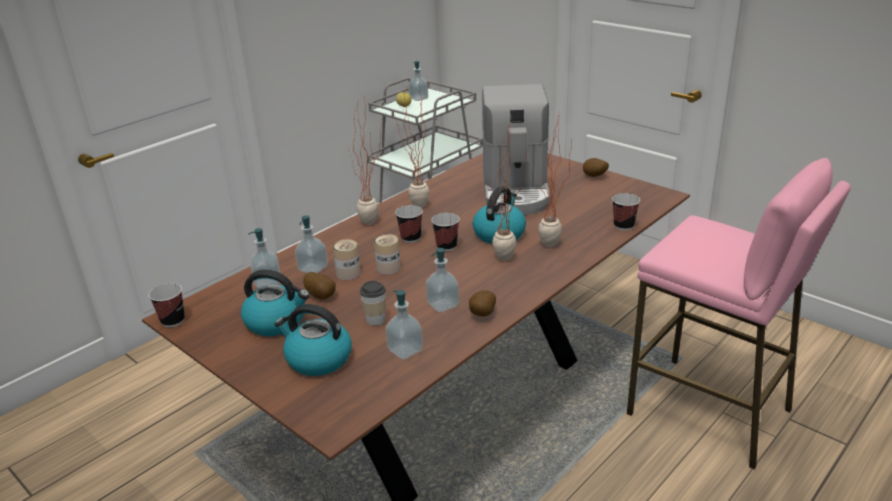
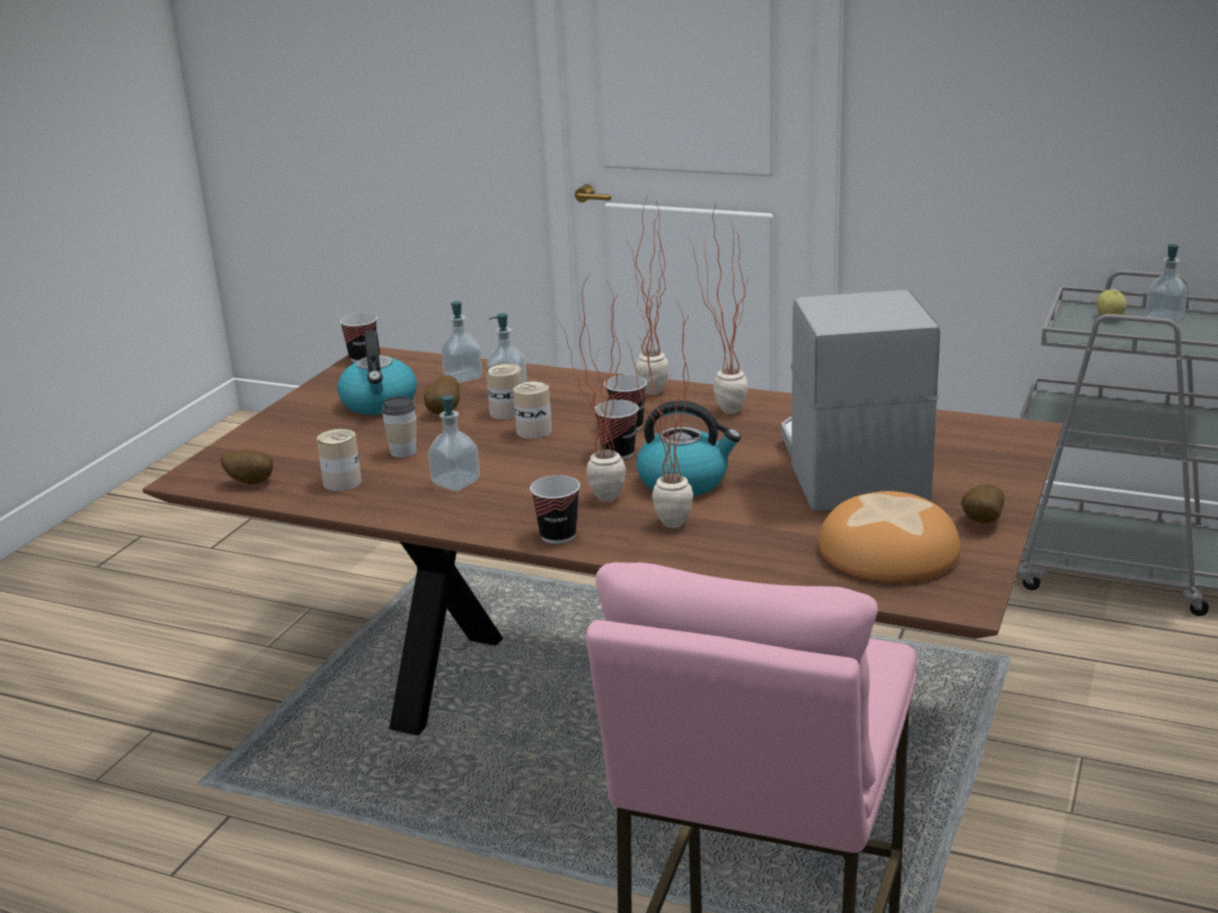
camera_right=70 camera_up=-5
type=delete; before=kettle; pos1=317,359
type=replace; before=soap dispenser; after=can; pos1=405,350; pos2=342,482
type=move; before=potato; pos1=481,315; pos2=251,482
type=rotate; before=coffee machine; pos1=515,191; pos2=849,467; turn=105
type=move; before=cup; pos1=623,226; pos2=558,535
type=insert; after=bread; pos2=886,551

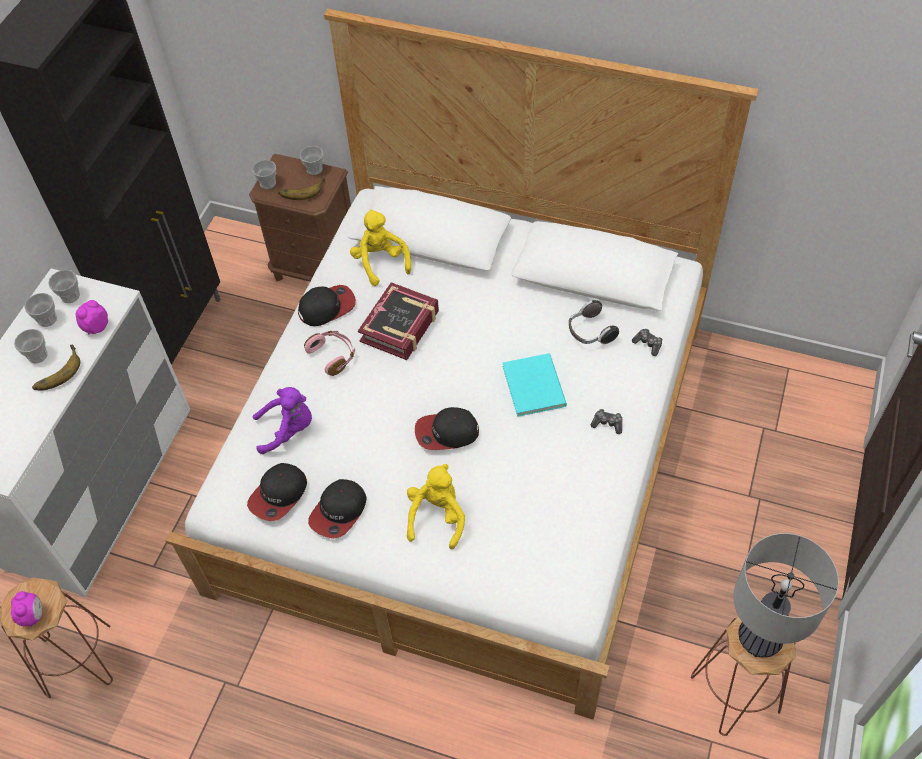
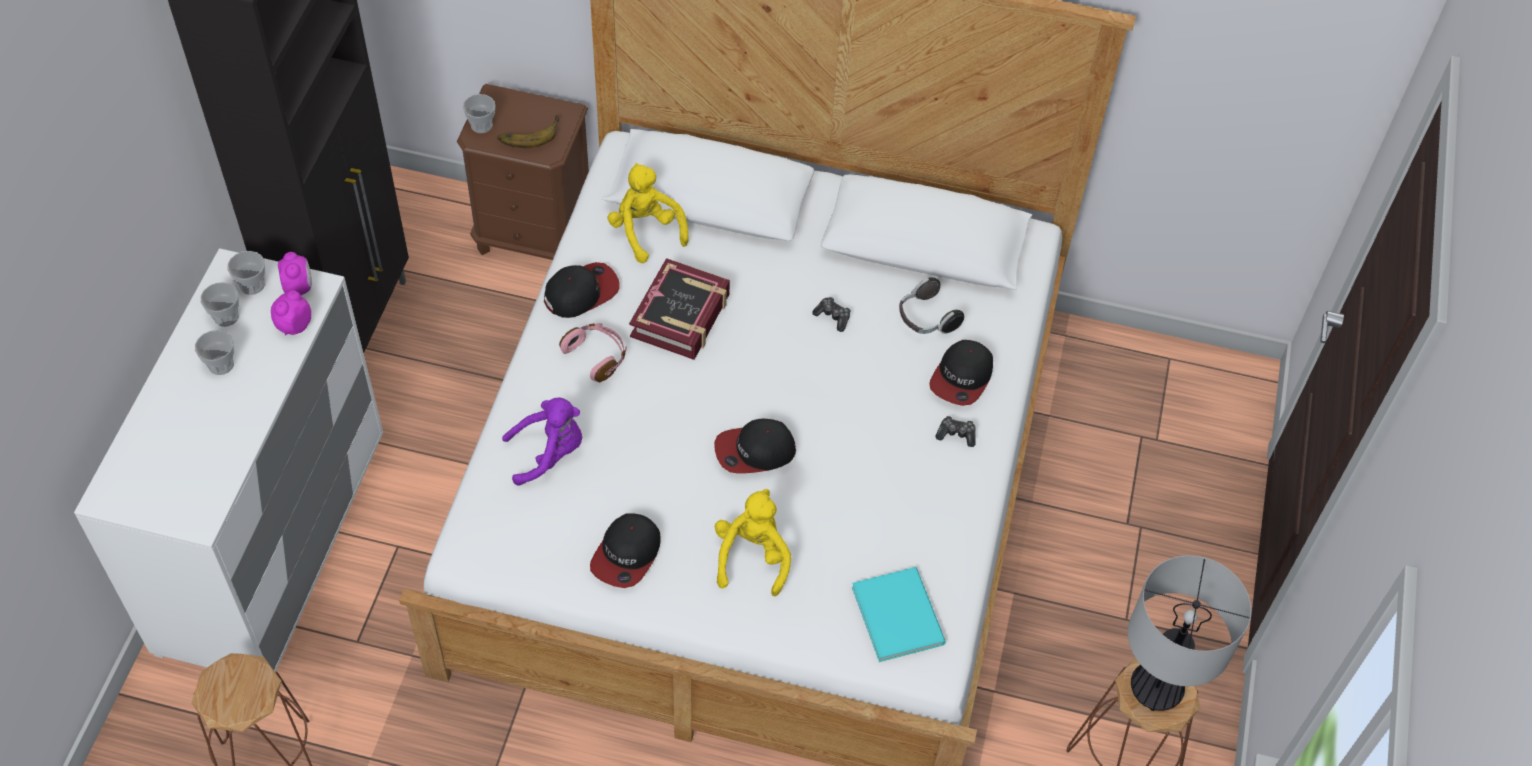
camera_right=-10 camera_up=0
type=move; before=alarm clock; pos1=33,615; pos2=299,288
type=delete; before=banana; pos1=56,371
type=move; before=cap; pos1=278,495; pos2=962,377
type=delete; before=cup; pos1=314,169
type=move; before=turquoise book; pos1=535,384; pos2=899,612
type=move; before=game controller; pos1=648,344; pos2=833,317

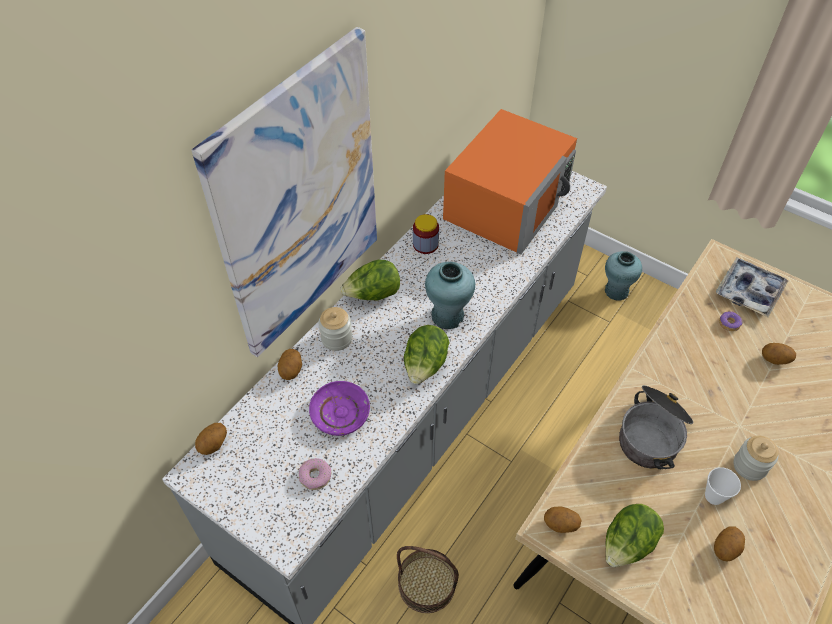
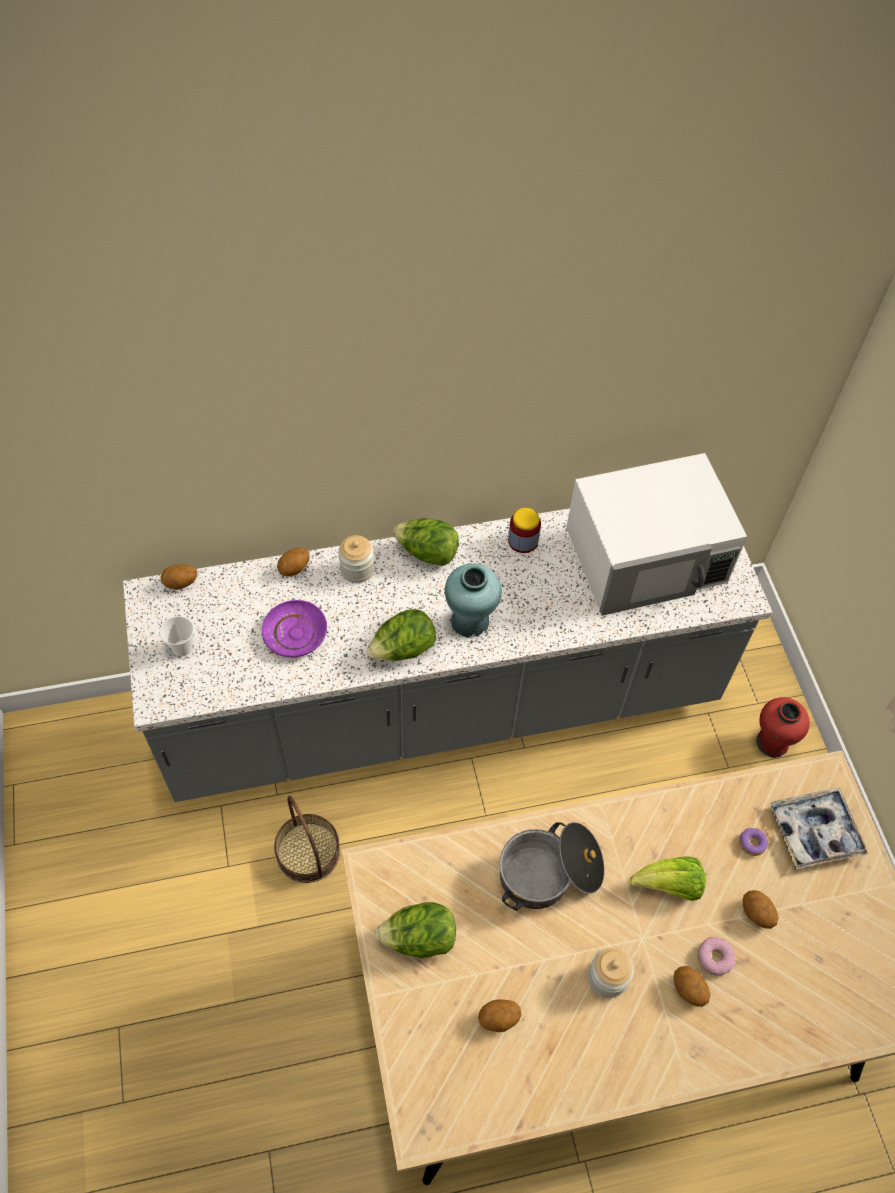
camera_right=40 camera_up=5
type=delete; before=picture; pos1=299,201
type=move; before=donut; pos1=315,476; pos2=715,958
type=recolor; before=orange microwave; after=white microwave; pos1=507,202; pos2=647,556
type=move; before=potato; pos1=560,525; pos2=688,990
type=recolor; before=turquoise vase; after=red vase; pos1=616,291; pos2=771,743
type=move; before=cup; pos1=714,496; pos2=182,648
type=insert; after=lettuce; pos2=669,885

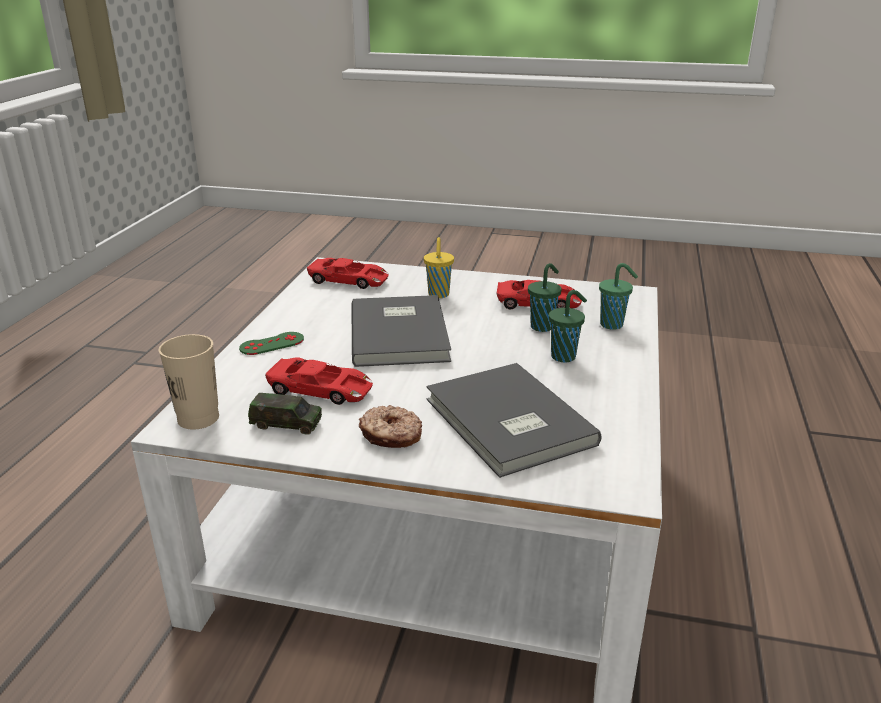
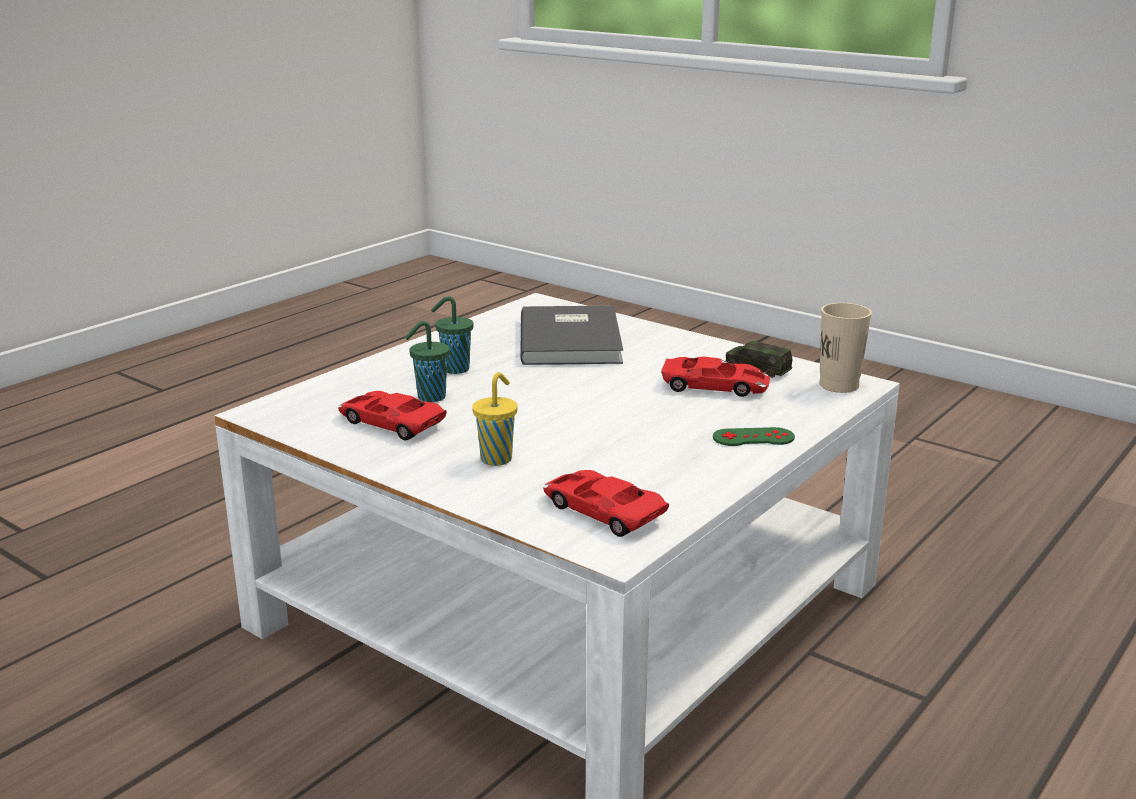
camera_right=-155 camera_up=-5
type=rotate; before=red toy car; pos1=321,390; pos2=715,386; turn=150
type=delete; before=grey book; pos1=402,333
type=delete; before=donut; pos1=391,436
type=delete; before=green cup; pos1=613,325

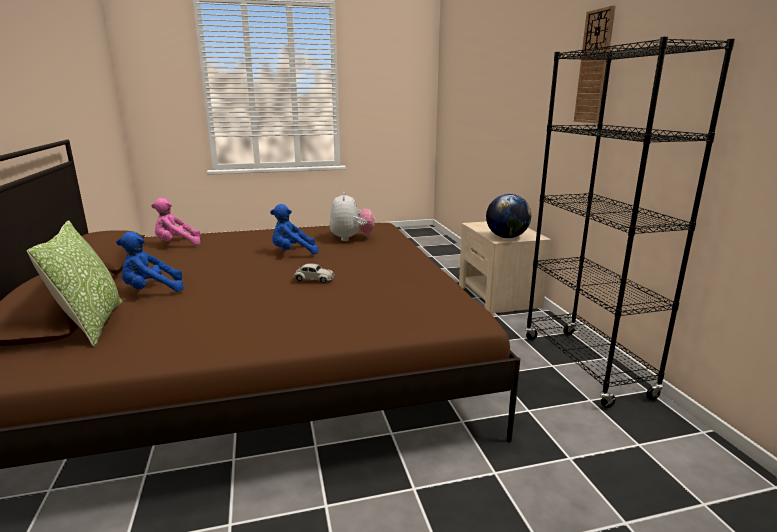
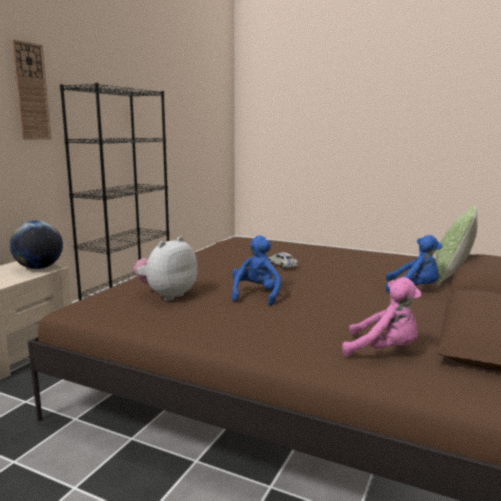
camera_right=-140 camera_up=-5
type=rotate; before=blue plush toy; pos1=293,253; pos2=256,295; turn=-105

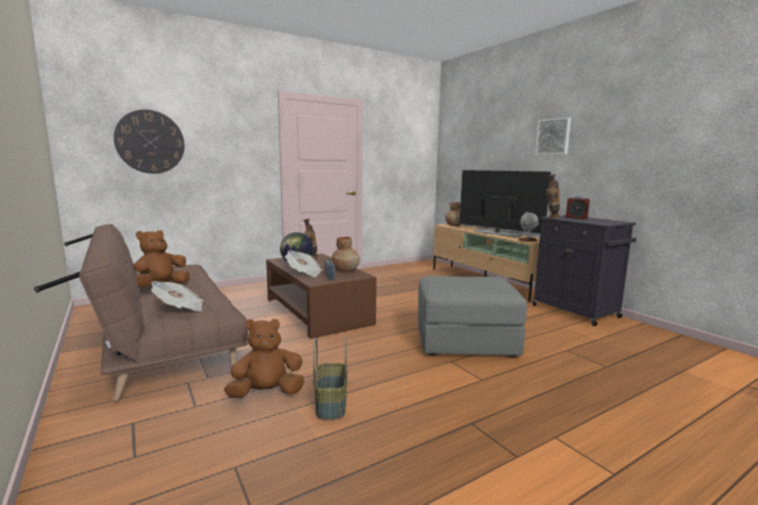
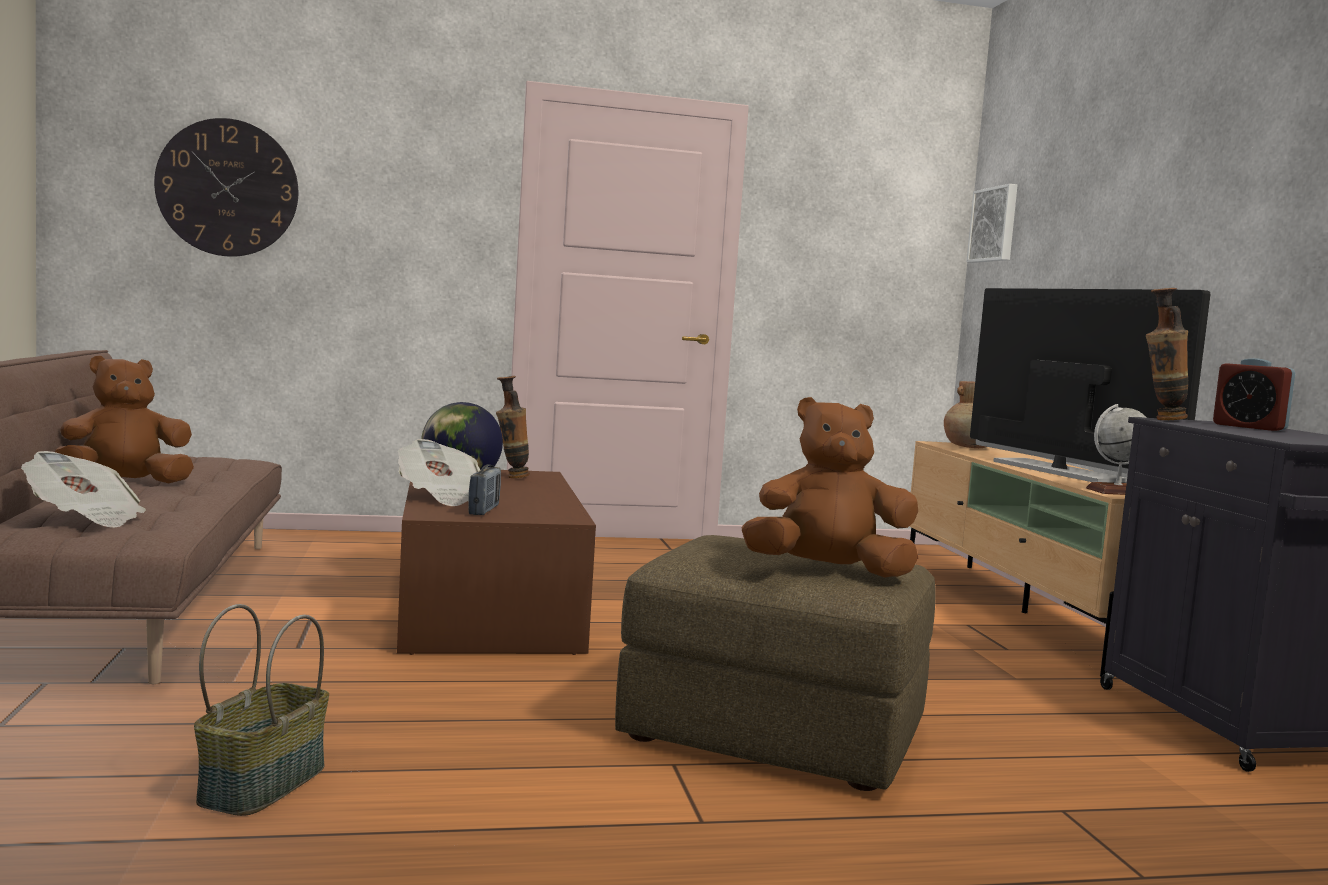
camera_right=20 camera_up=-5
type=move; before=brown plush toy; pos1=267,393; pos2=828,572
type=delete; before=brown vase; pos1=345,271
type=recolor; before=grey ottoman; after=brown ottoman; pos1=466,342; pos2=776,732
type=move; before=picture; pos1=553,137; pos2=995,225

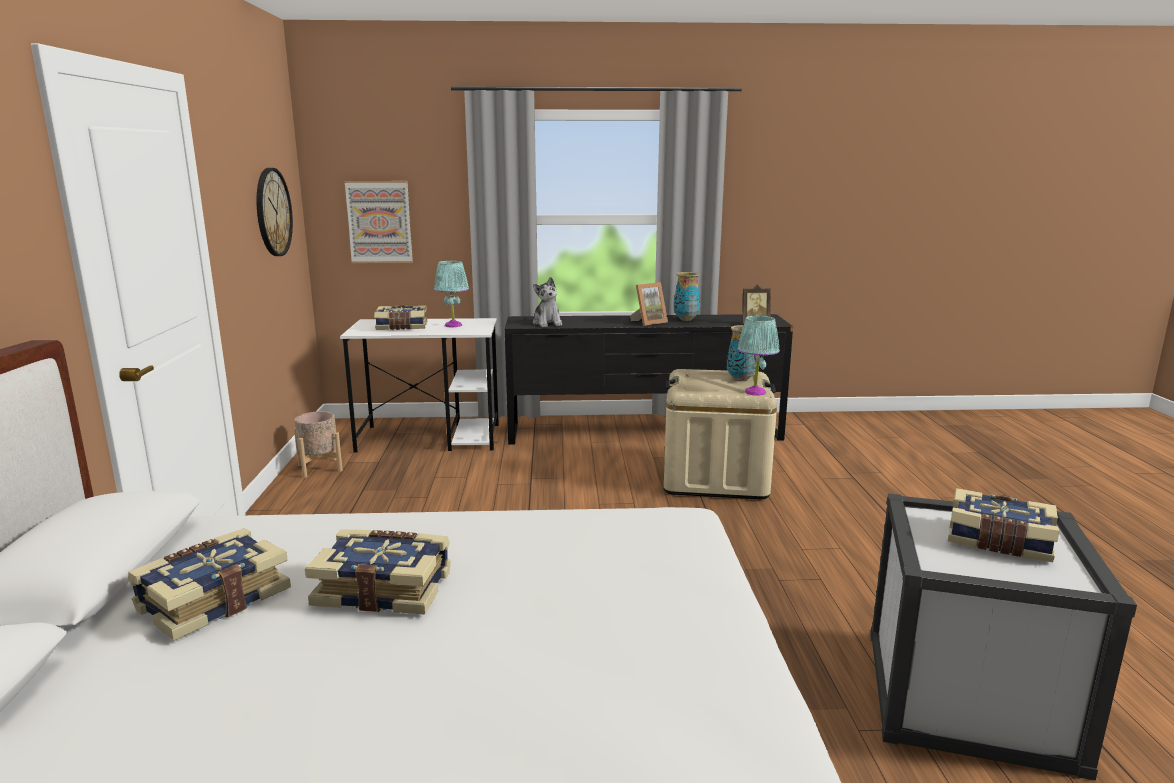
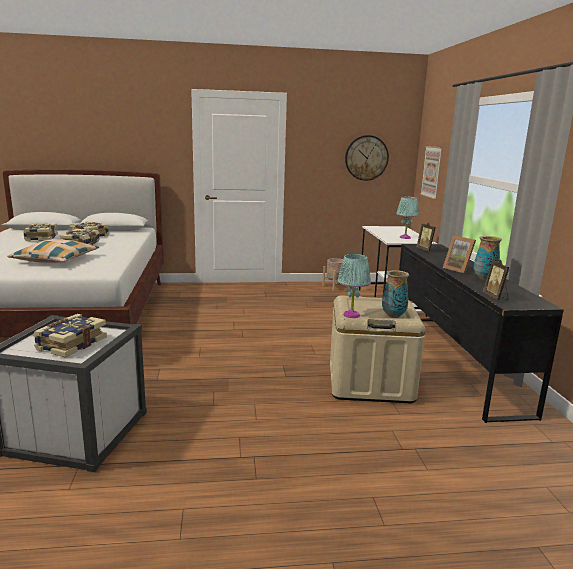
camera_right=85 camera_up=0
type=move; before=book; pos1=401,327; pos2=40,238
type=replace; before=plush toy; after=picture frame; pos1=547,323; pos2=426,250
type=insert; after=pillow; pos2=56,260

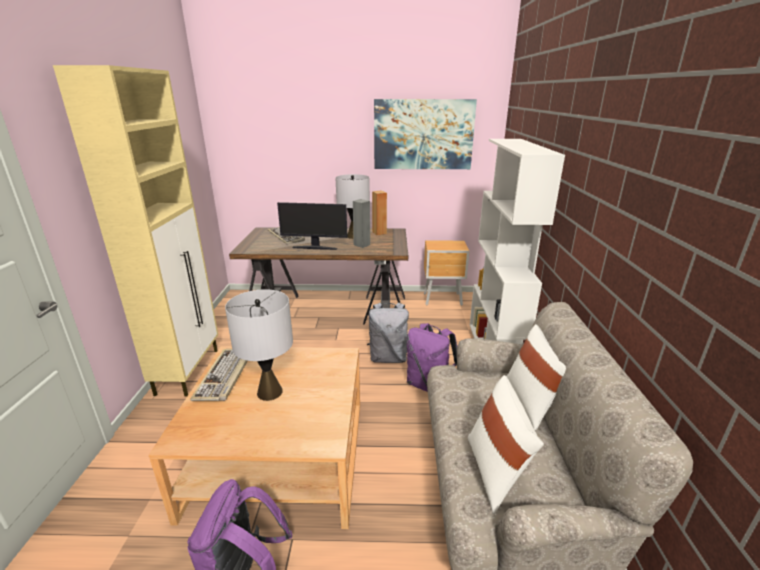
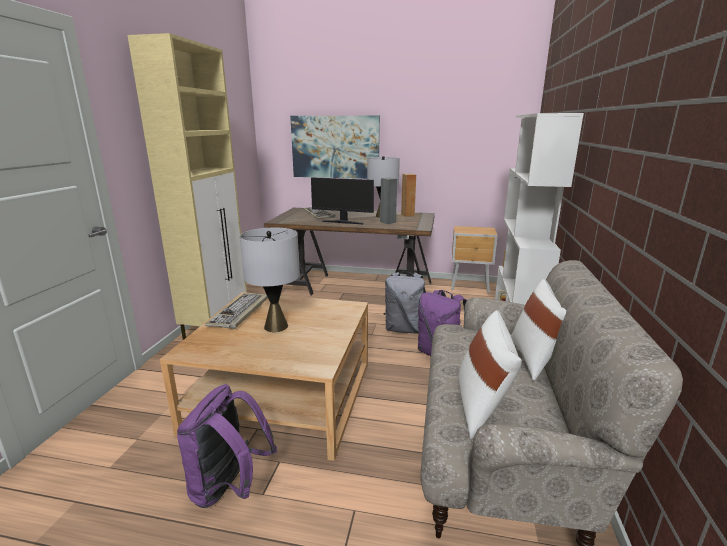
camera_right=10 camera_up=-5
type=move; before=picture; pos1=423,134; pos2=335,147

